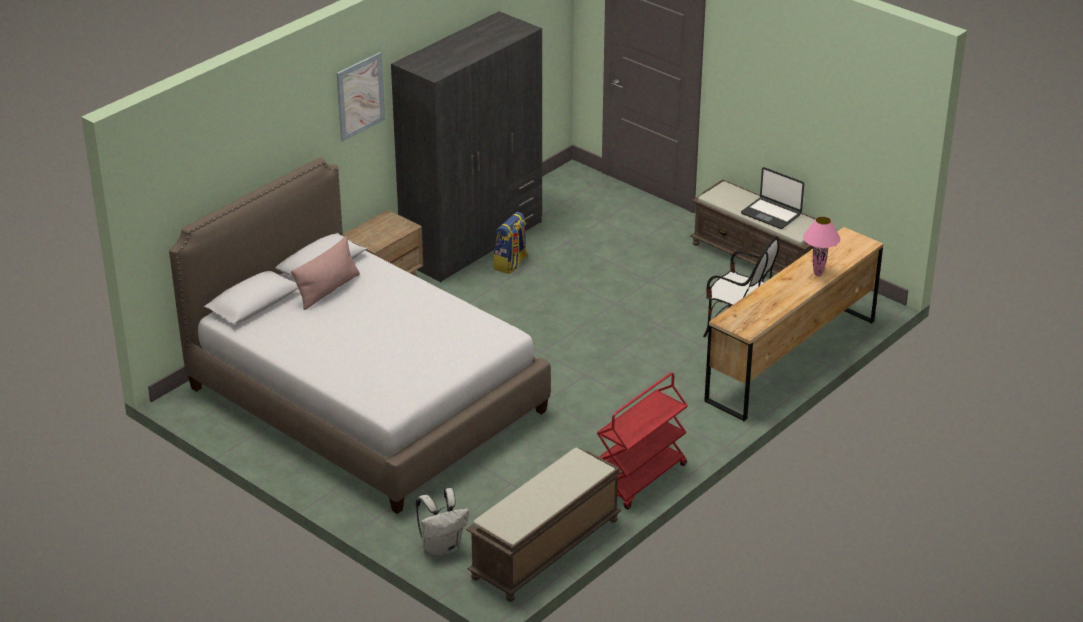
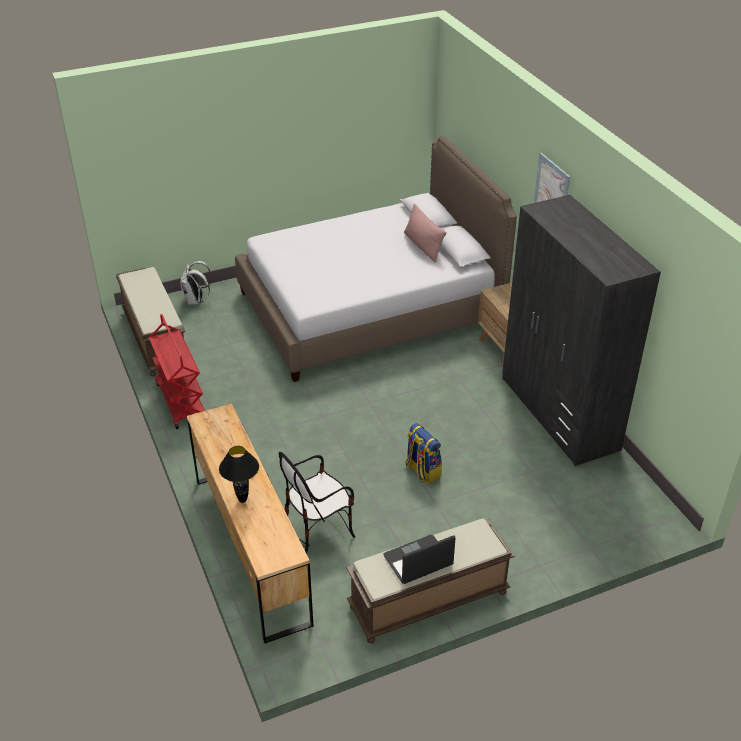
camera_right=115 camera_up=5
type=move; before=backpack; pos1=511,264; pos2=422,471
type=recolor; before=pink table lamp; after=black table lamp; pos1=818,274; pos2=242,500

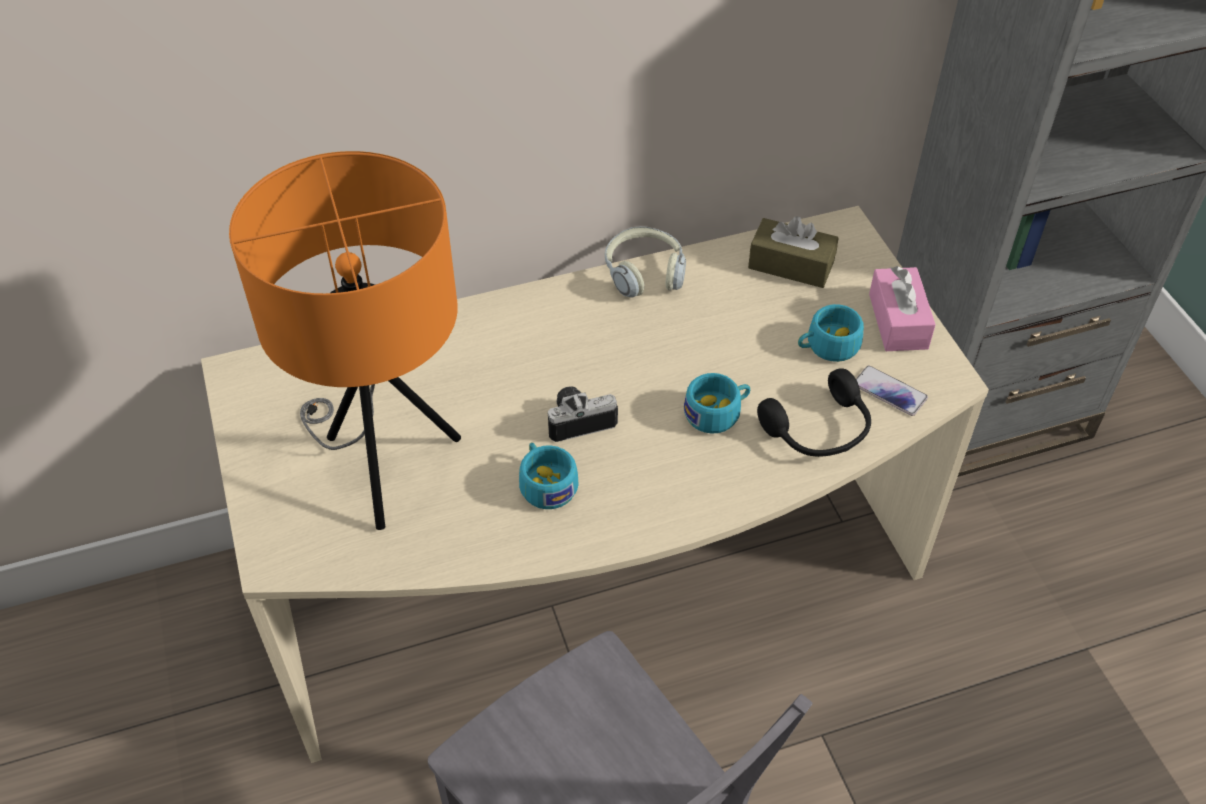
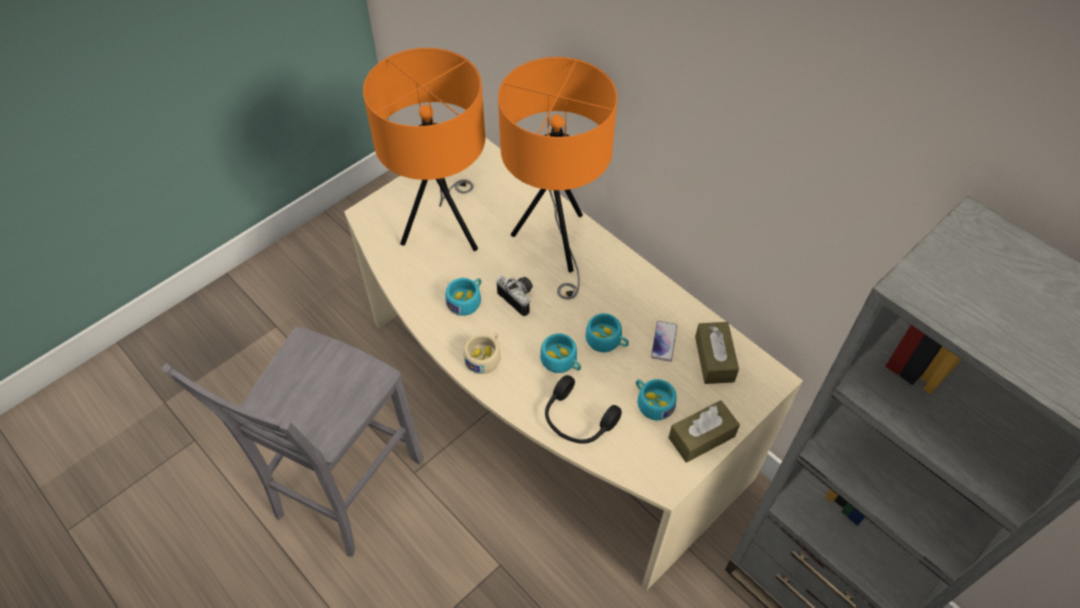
camera_right=65 camera_up=5
type=delete; before=headphones; pos1=644,272
type=move; before=phone; pos1=889,391; pos2=664,341
type=recolor; before=pink tissue box; after=brown tissue box; pos1=898,321; pos2=701,437
type=insert; after=beige cup; pos2=485,357
type=insert; after=orange table lamp; pos2=555,245
type=insert; after=turquoise cup; pos2=607,341

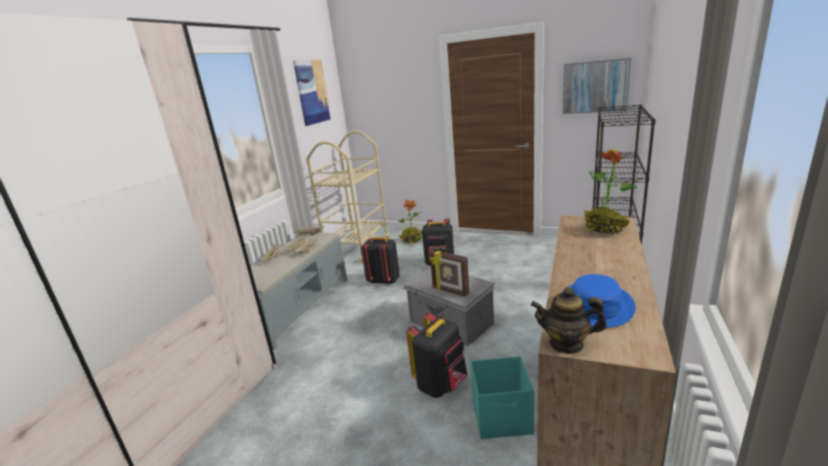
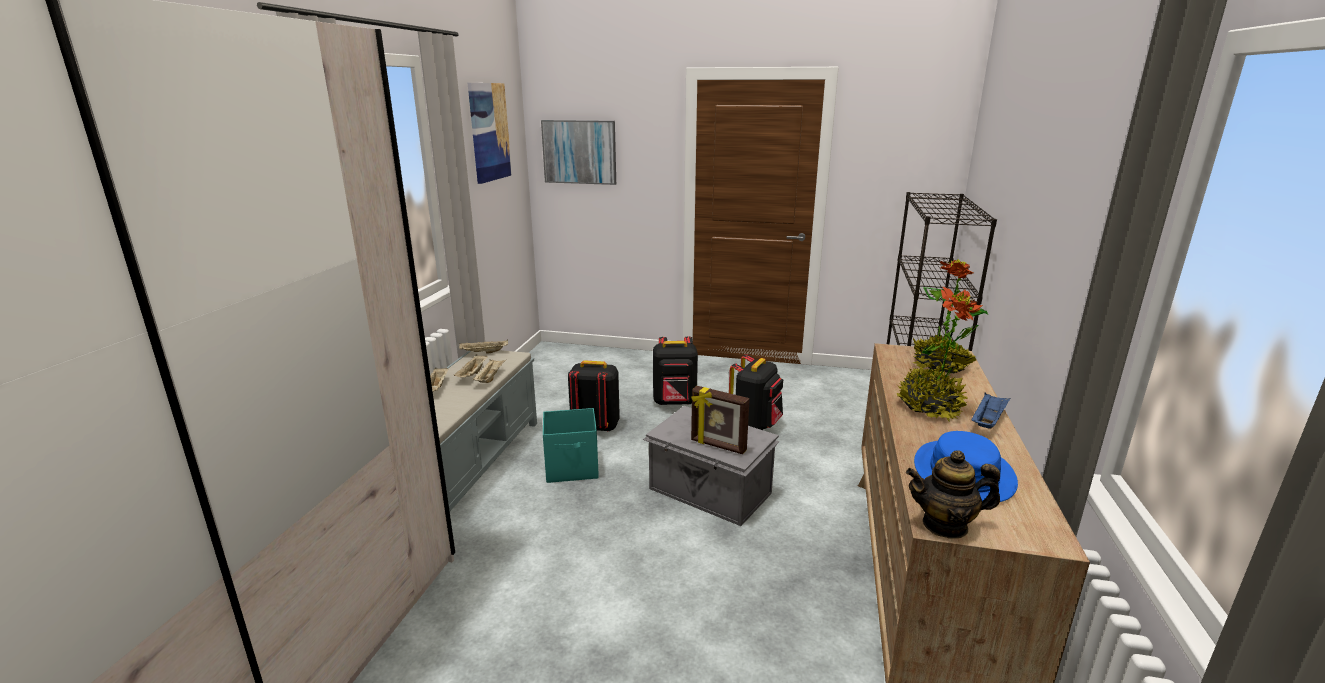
camera_right=-10 camera_up=0
type=delete; before=beige cart; pos1=358,248
type=move; before=potted plant; pos1=411,240; pos2=930,407
type=move; before=black backpack; pos1=441,384; pos2=755,426
type=move; before=turquoise storage box; pos1=502,418; pos2=573,468
type=move; before=picture; pos1=595,87; pos2=579,152
type=insert; after=blue tray; pos2=987,421

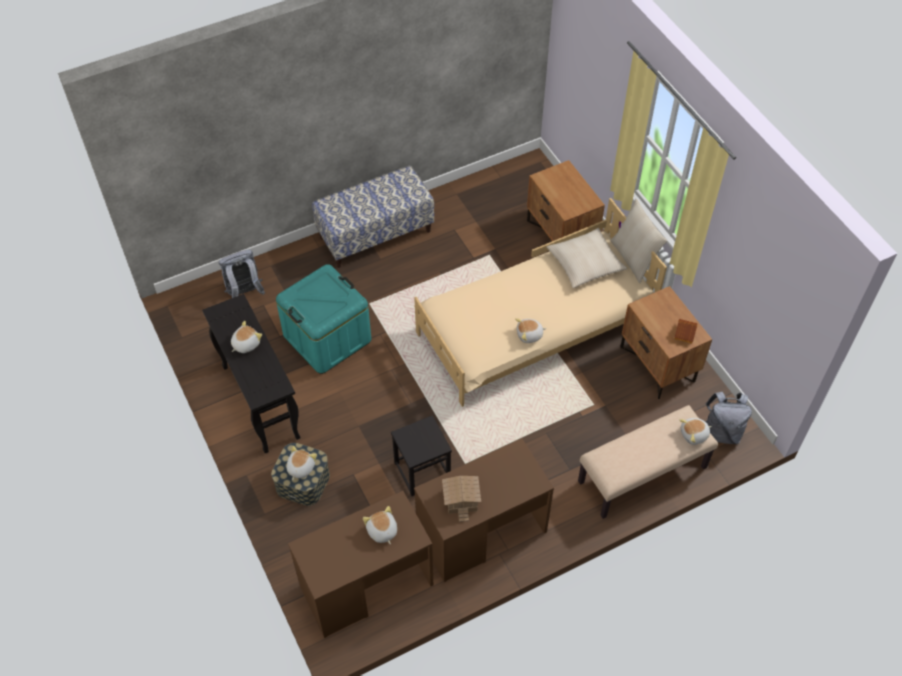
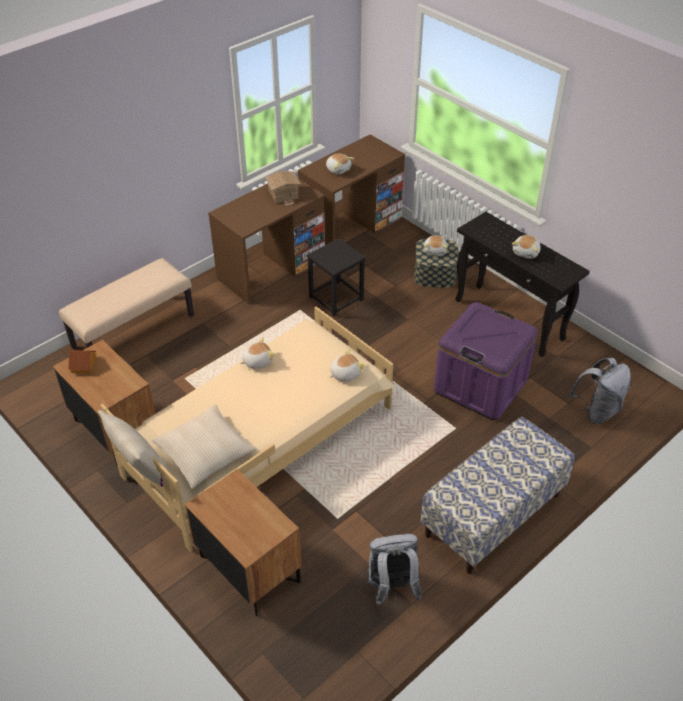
camera_right=165 camera_up=-10
type=recolor; before=turquoise storage box; after=purple storage box; pos1=327,338; pos2=480,385
type=move; before=plush toy; pos1=694,435; pos2=345,373
type=move; before=grey backpack; pos1=721,432; pos2=392,587

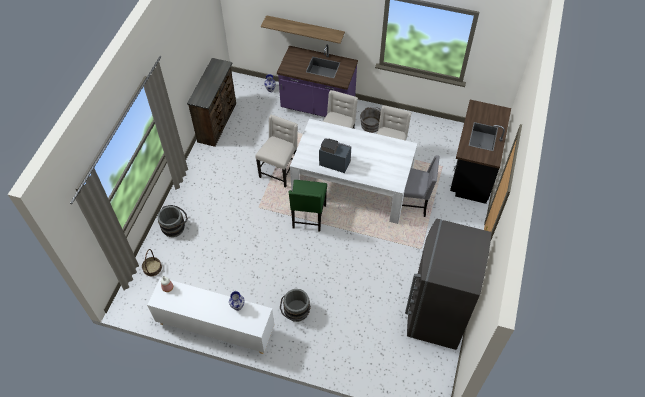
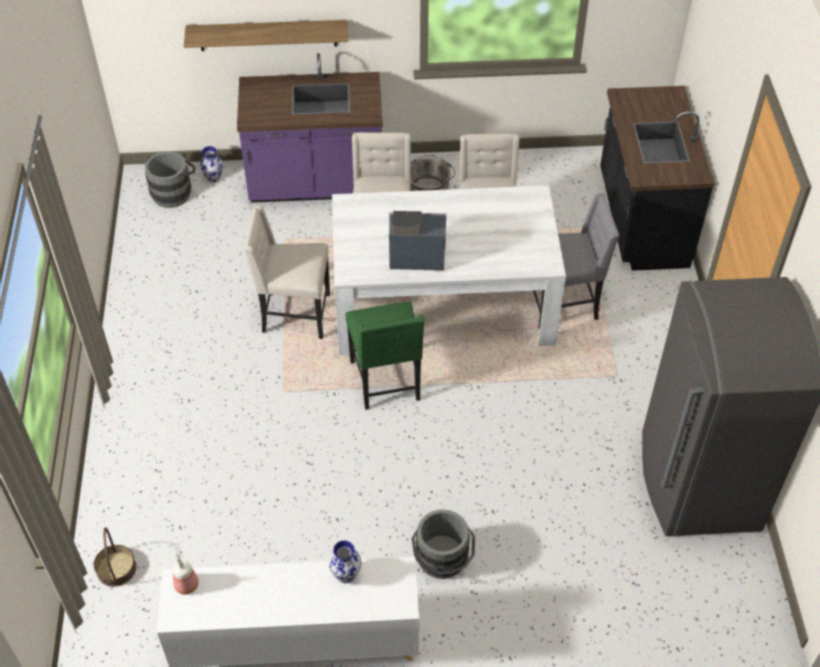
camera_right=-20 camera_up=-5
type=move; before=grey bucket; pos1=175,226; pos2=174,192
type=delete; before=brown dresser; pos1=218,122
type=rotate; before=beige chair; pos1=279,170; pos2=294,314; turn=-90

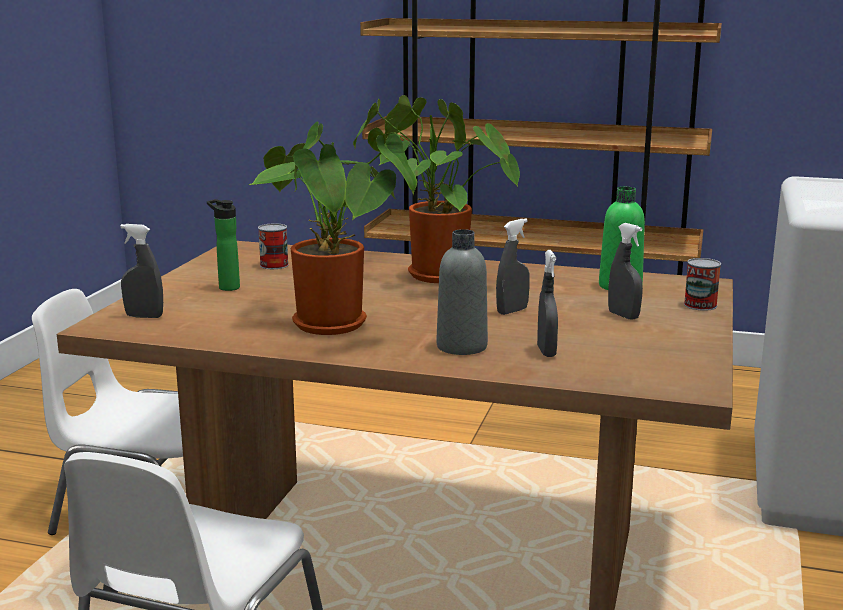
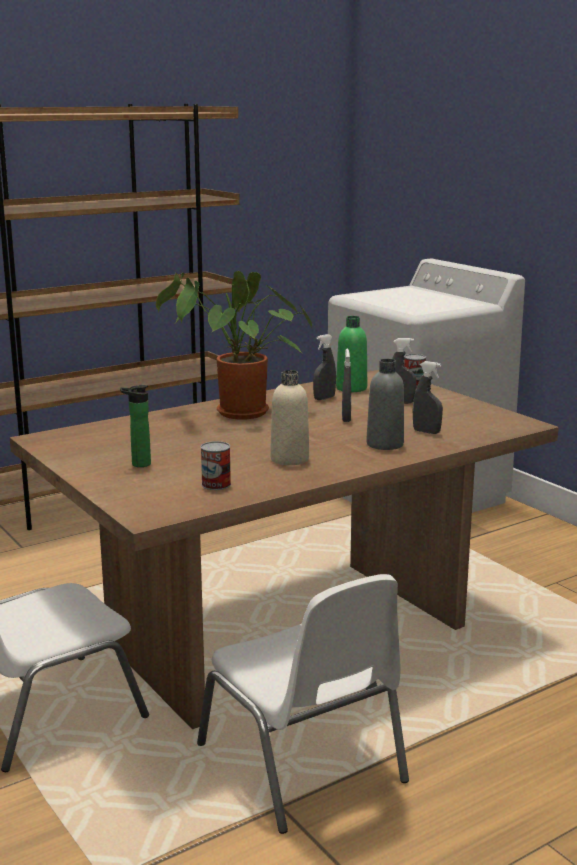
camera_right=-50 camera_up=0
type=move; before=grey spray bottle; pos1=144,316; pos2=324,398
type=replace; before=potted plant; after=beige bottle; pos1=337,326; pos2=289,459
type=move; before=can; pos1=274,265; pos2=216,484

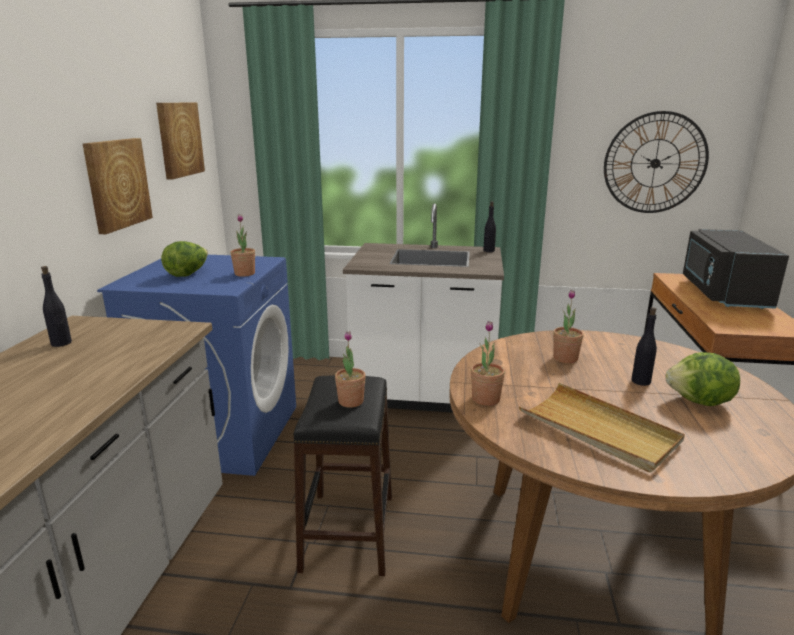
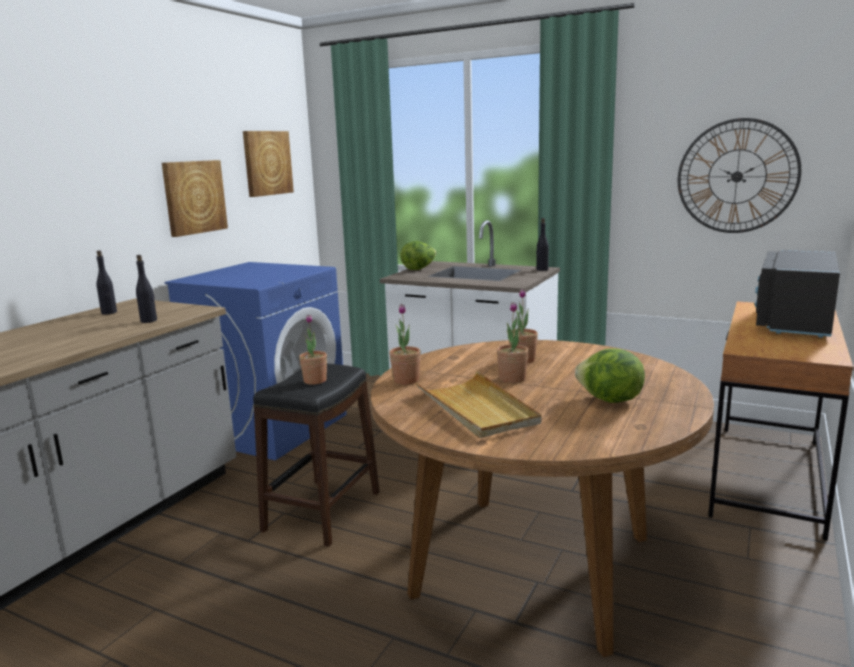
camera_right=20 camera_up=-5
type=move; before=lettuce; pos1=188,274; pos2=419,269
type=move; before=potted plant; pos1=244,274; pos2=512,379
type=move; before=black bottle; pos1=641,381; pos2=149,321

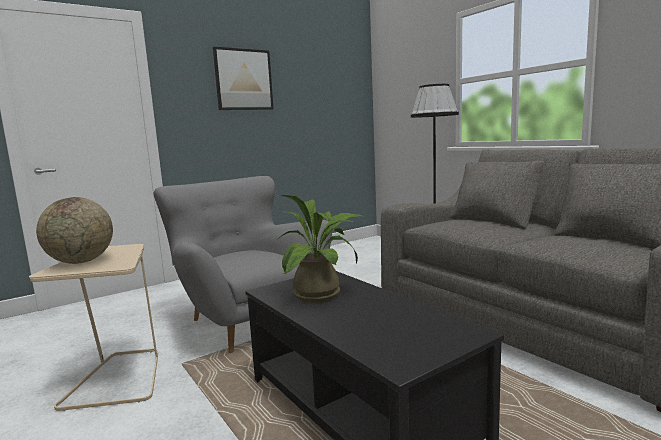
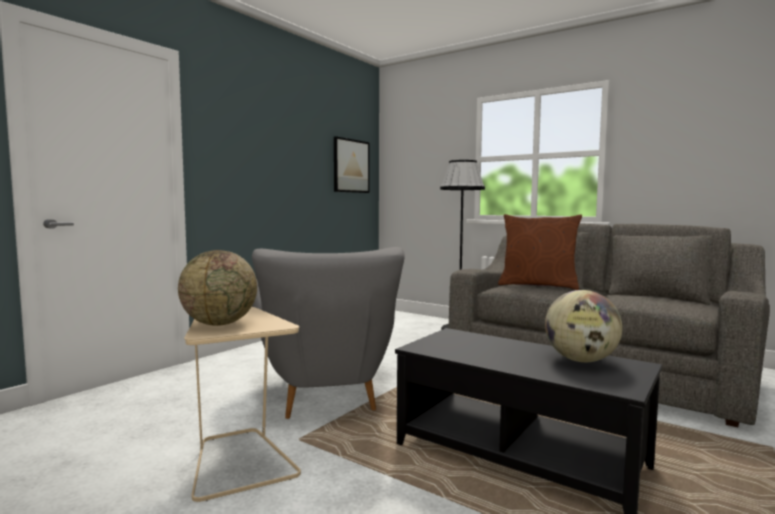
camera_right=-20 camera_up=-5
type=rotate; before=grey armchair; pos1=246,322; pos2=327,395; turn=-135
type=move; before=picture; pos1=243,79; pos2=351,166
type=delete; before=potted plant; pos1=323,294
type=insert; after=brown pillow; pos2=538,285
type=insert; after=globe; pos2=581,360

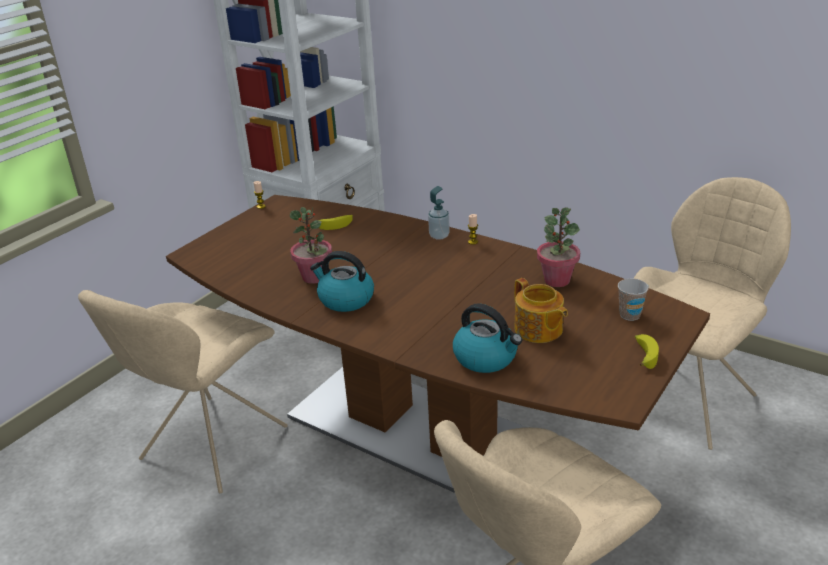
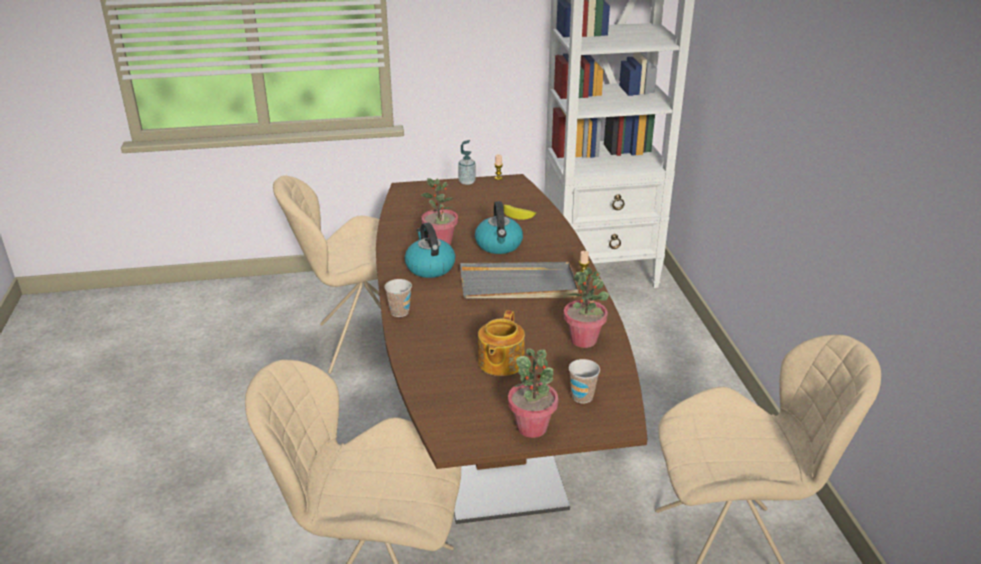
camera_right=45 camera_up=0
type=move; before=soap dispenser; pos1=439,236; pos2=467,182
type=move; before=kettle; pos1=486,358; pos2=499,245
type=replace; before=banana; after=potted plant; pos1=644,355; pos2=532,427
type=insert; after=cup; pos2=399,312
type=insert; after=grey tray; pos2=518,285

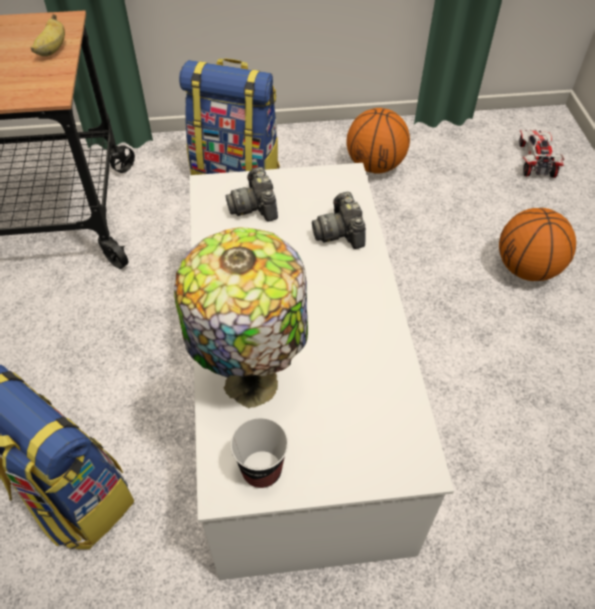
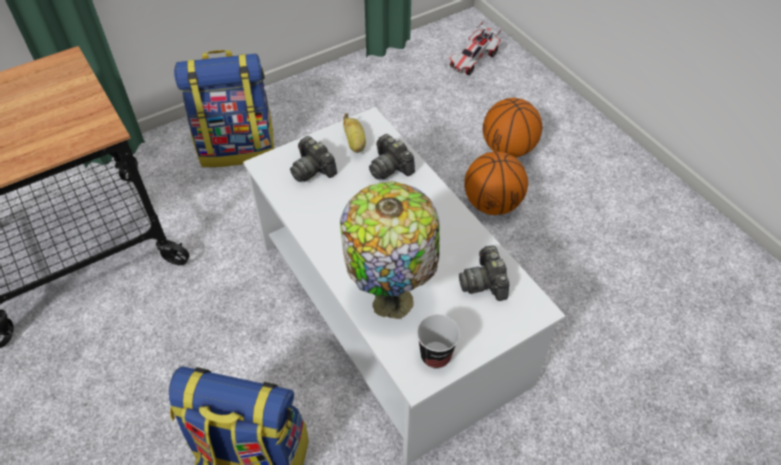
camera_right=-25 camera_up=0
type=move; before=banana; pos1=52,50; pos2=355,143
type=move; before=basketball; pos1=374,166; pos2=492,204
type=rotate; before=toy car; pos1=534,161; pos2=473,60; turn=-120
type=insert; after=photo camera; pos2=485,282

